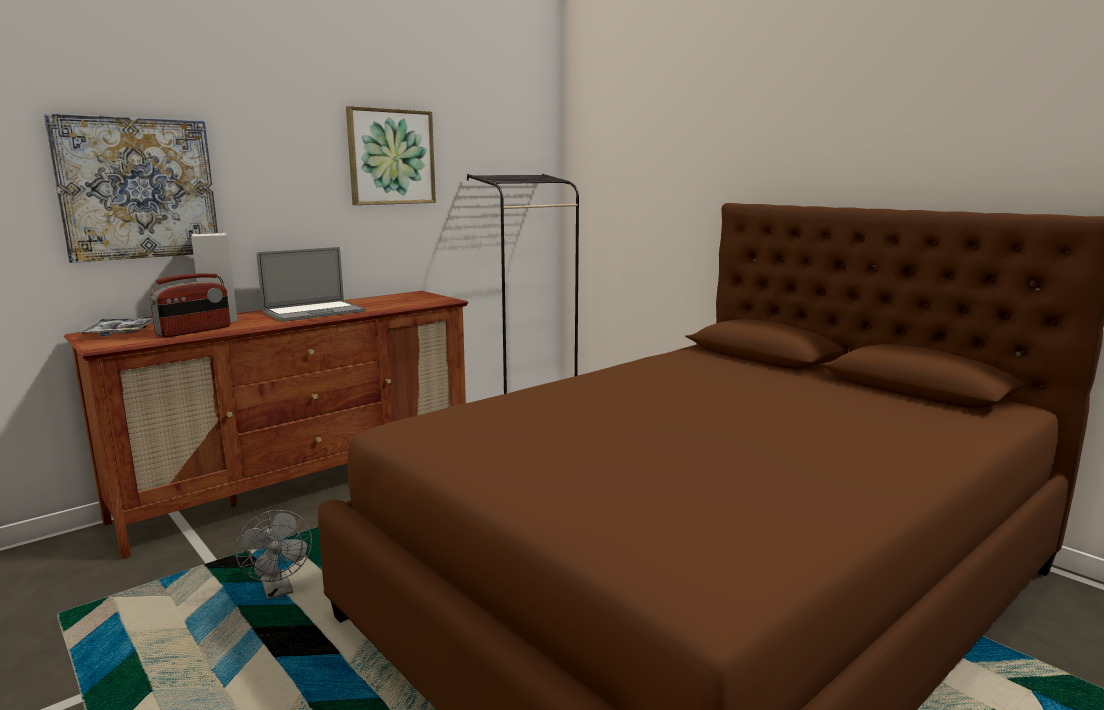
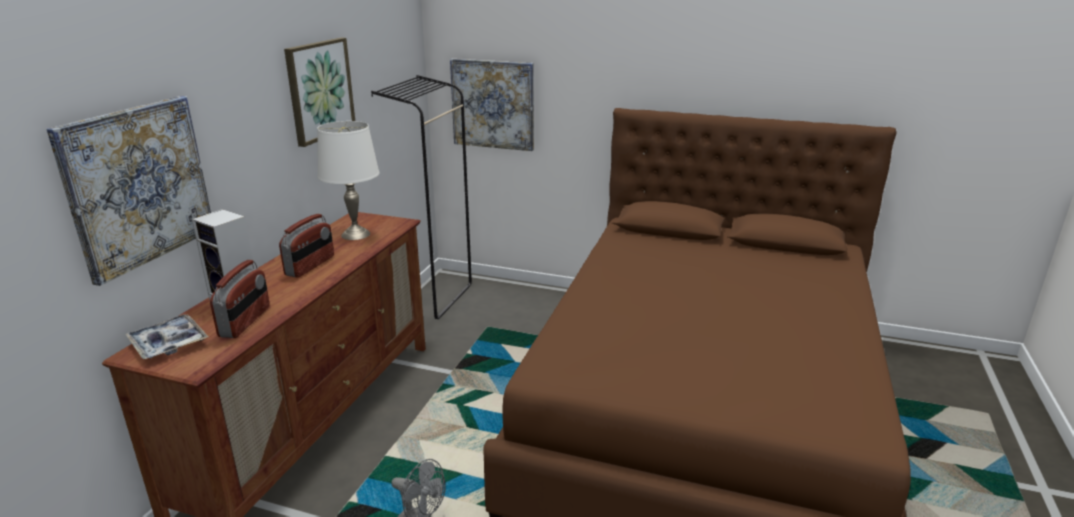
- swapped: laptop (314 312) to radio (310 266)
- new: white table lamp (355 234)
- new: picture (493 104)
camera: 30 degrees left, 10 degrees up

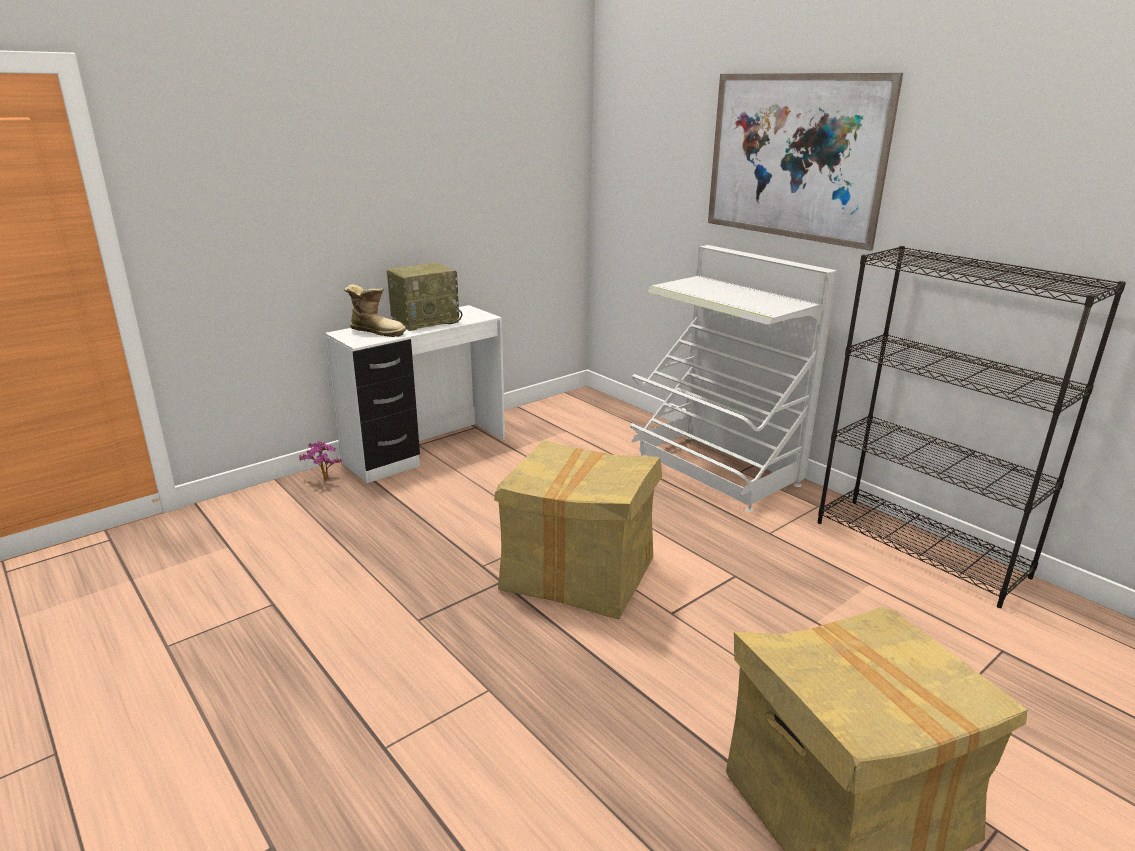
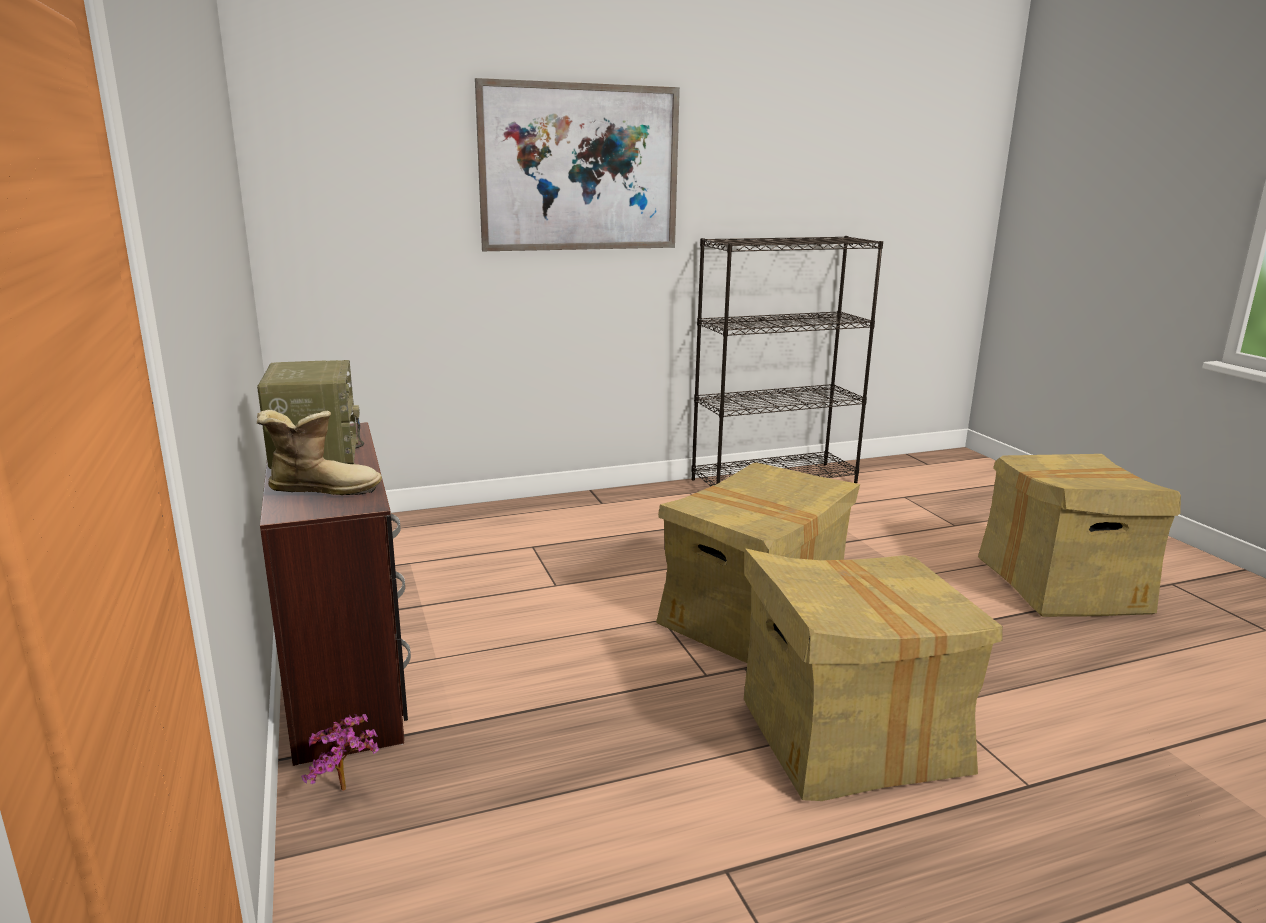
- rotated: boot (377 331) = (322 489) 45 degrees clockwise
- repainted: white desk (427 451) to brown desk (348 673)
- new: cardboard box (850 737)
- gone: white shoe rack (712 472)
camera: 70 degrees left, 5 degrees down

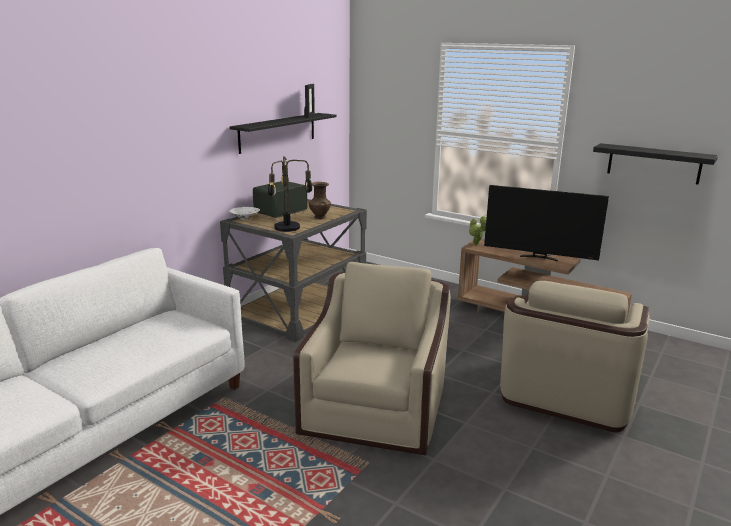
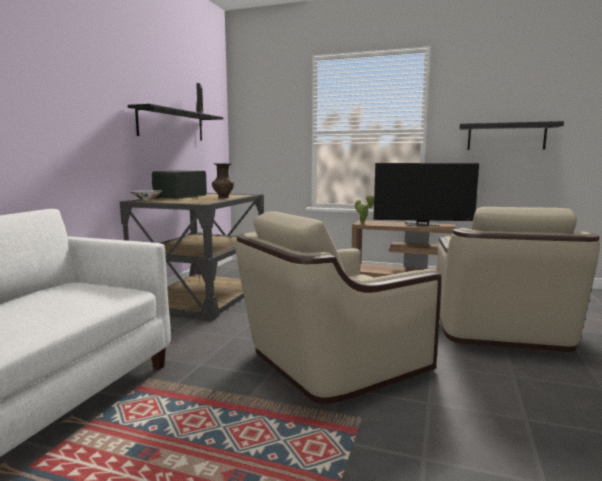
- rotated: beige armchair (376 405) = (330 362) 120 degrees counterclockwise
- gone: table lamp (287 228)
camera: 15 degrees left, 10 degrees down

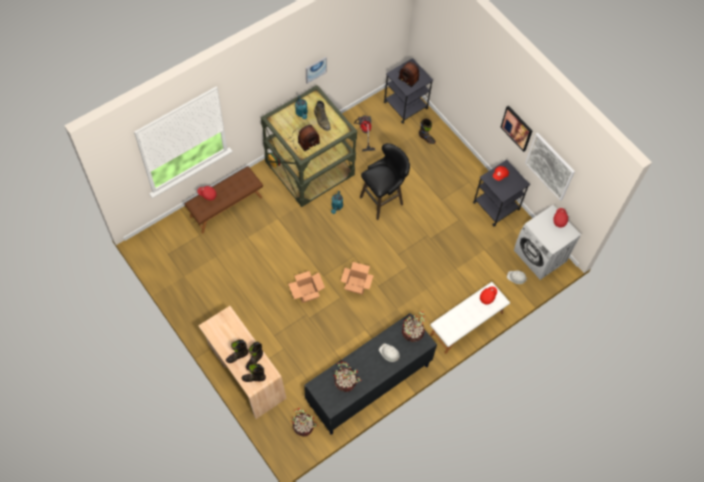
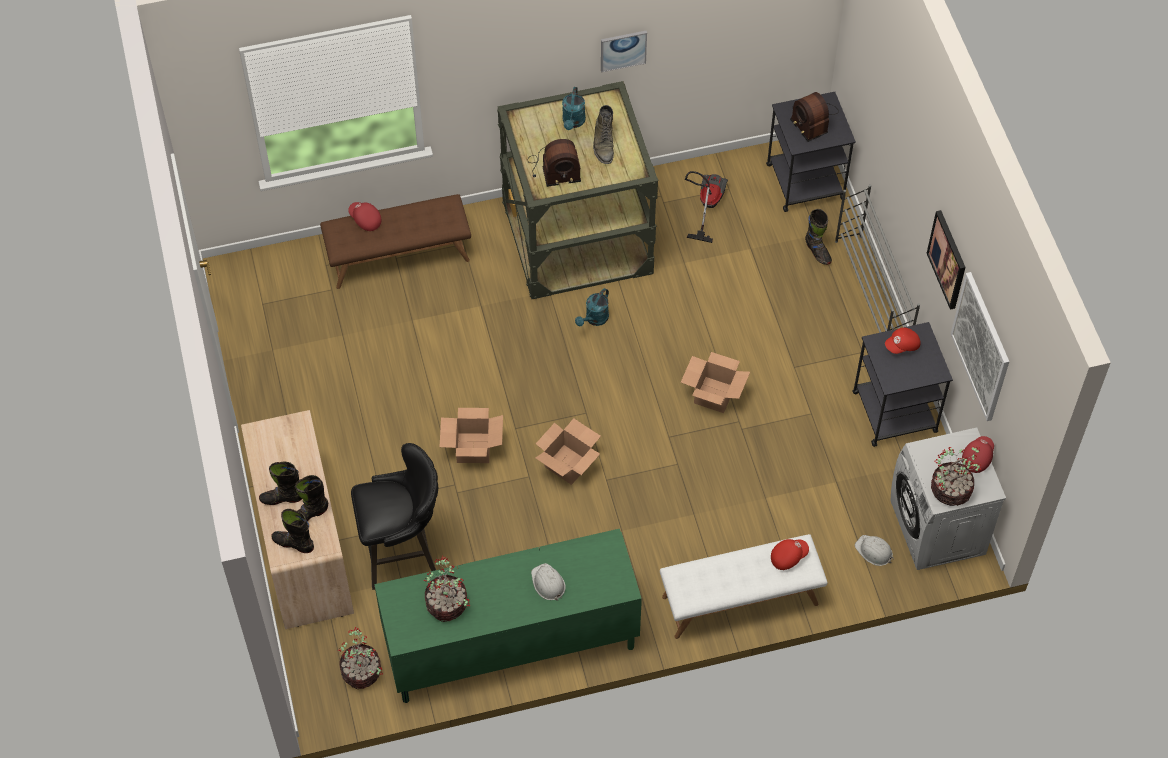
- shifted: black stool (383 200) to (404 554)
- repainted: black cabinet (368 384) to green cabinet (510 641)
- new: cardboard box (714 395)
- new: grey shoe rack (871 297)
- shifted: potted plant (413 332) to (952 489)
camera: 25 degrees right, 5 degrees down

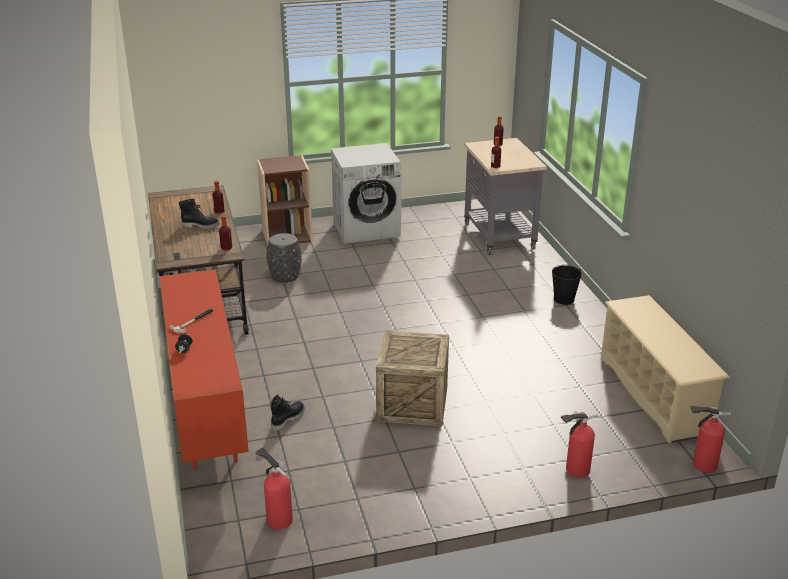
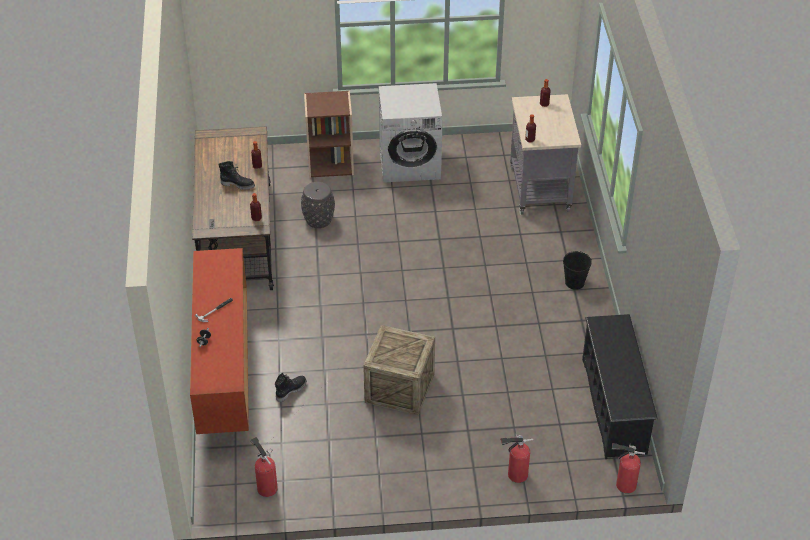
- repainted: beige shoe rack (654 394) to black shoe rack (614 406)
camera: 10 degrees right, 15 degrees up

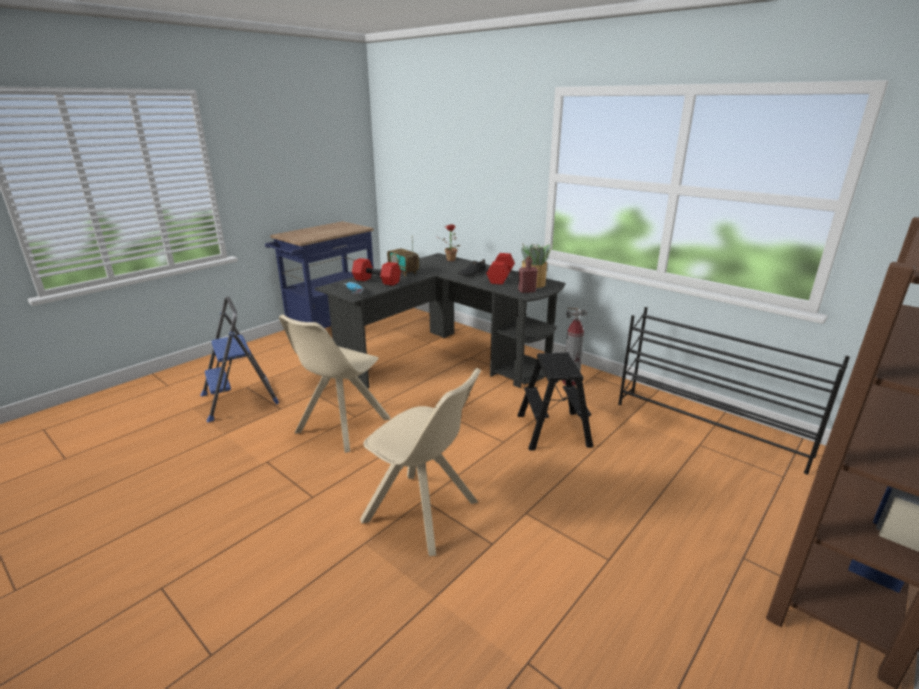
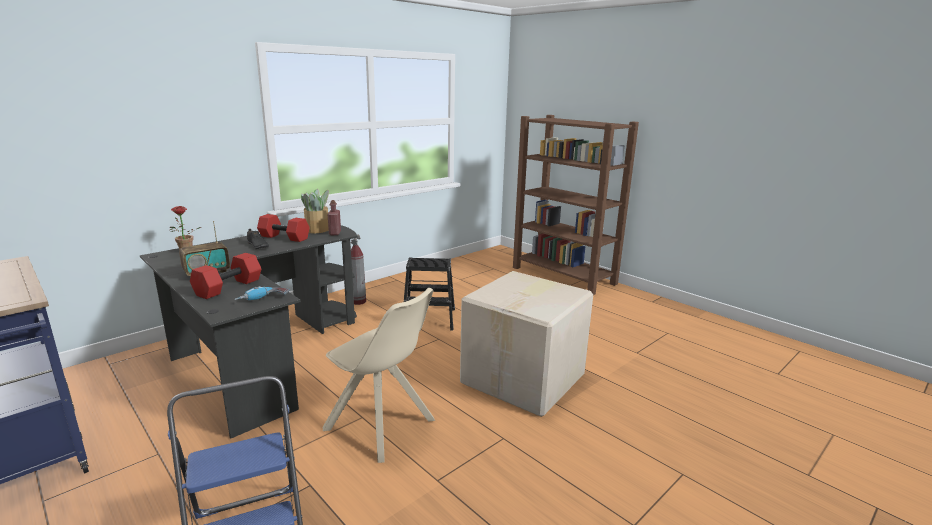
- swapped: beige chair (423 513) to cardboard box (525 379)
- gone: black shoe rack (709 429)
camera: 85 degrees left, 5 degrees down

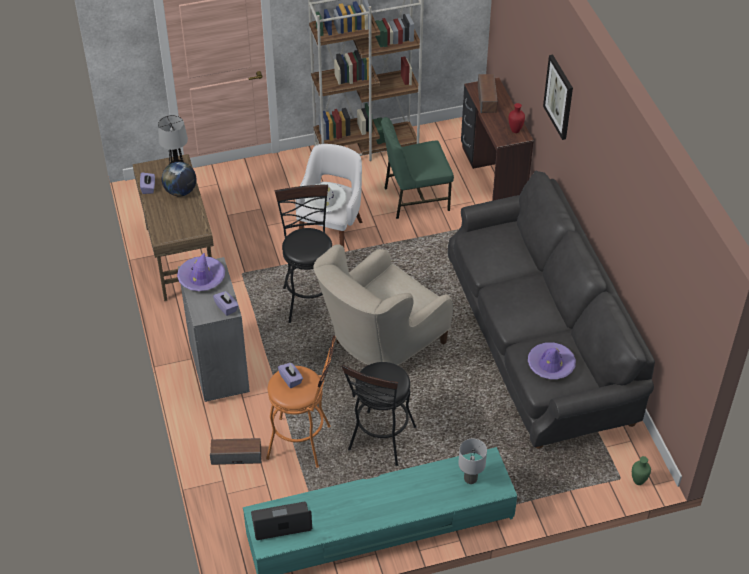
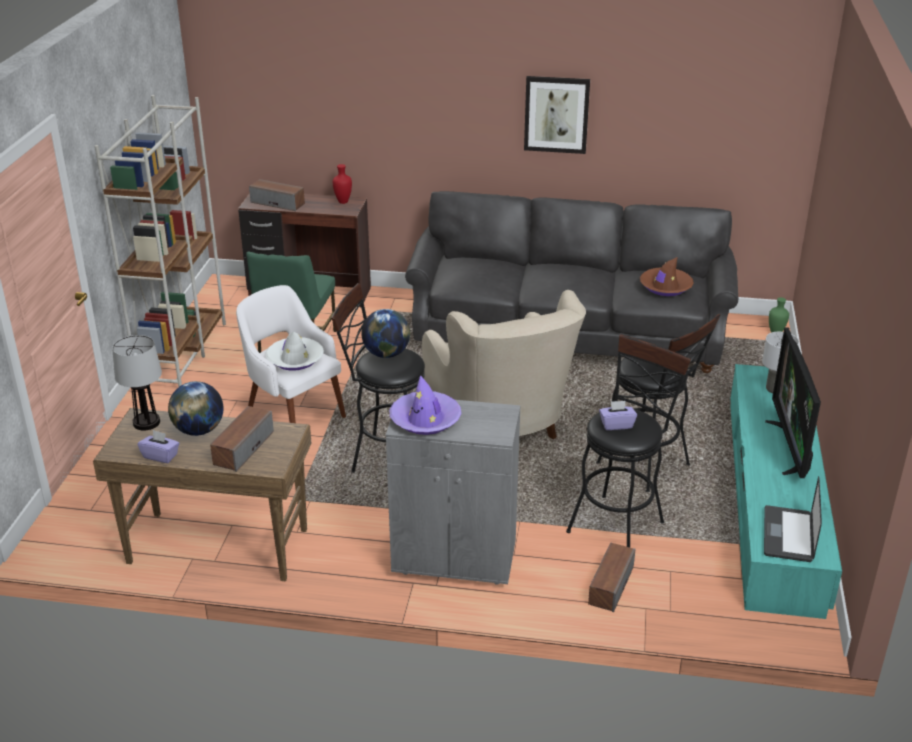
- new: speaker (243 448)
- new: globe (386 354)
- shifted: picture (559 97) to (556 114)
- repainted: orange stool (305 443) to black stool (619 522)
- repainted: purple hat (551 364) to brown hat (665 287)
- new: television (791 447)
- gone: purple tissue box (226 308)
camera: 65 degrees left, 15 degrees down

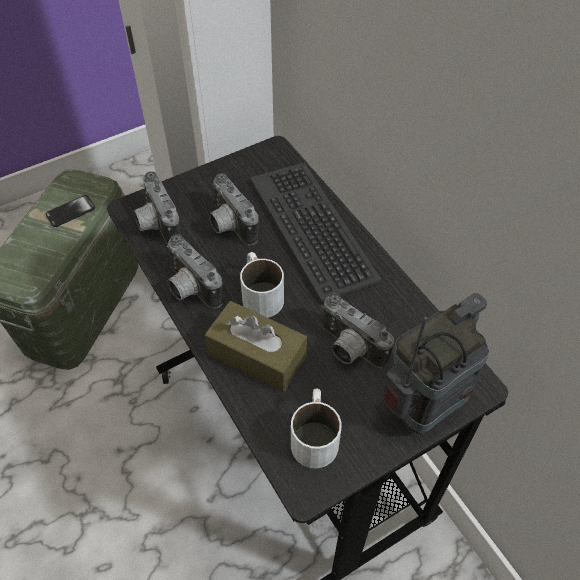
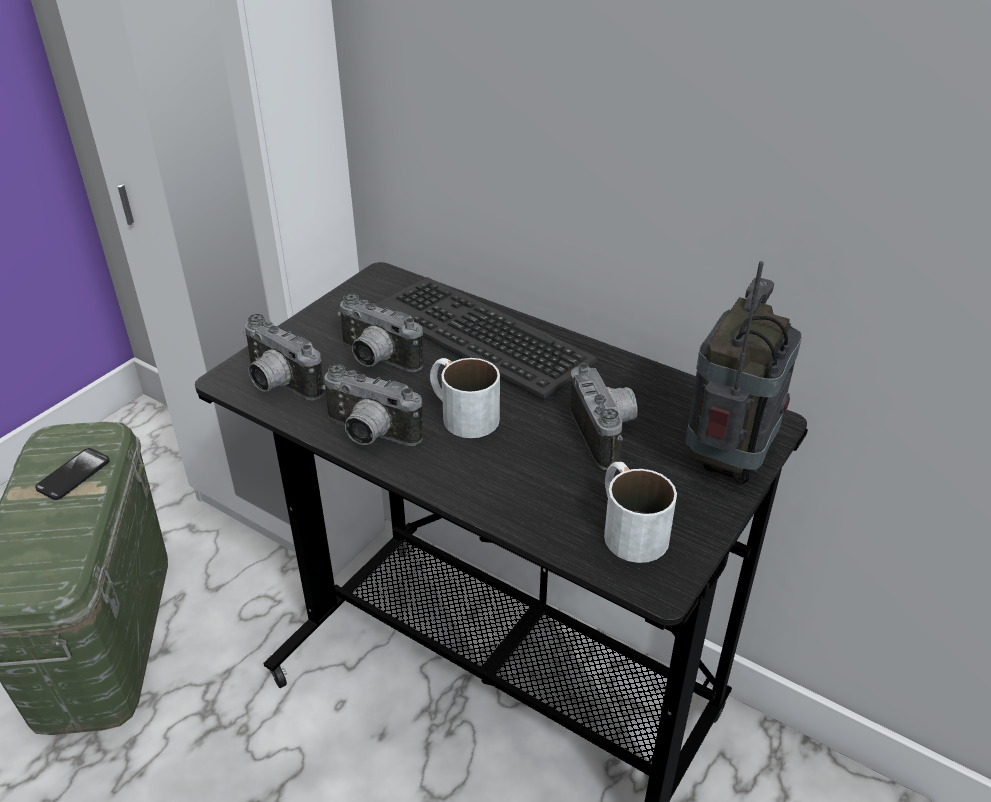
- rotated: photo camera (348 349) = (606 434) 120 degrees counterclockwise
- gone: brown tissue box (257 356)
camera: 25 degrees left, 15 degrees down

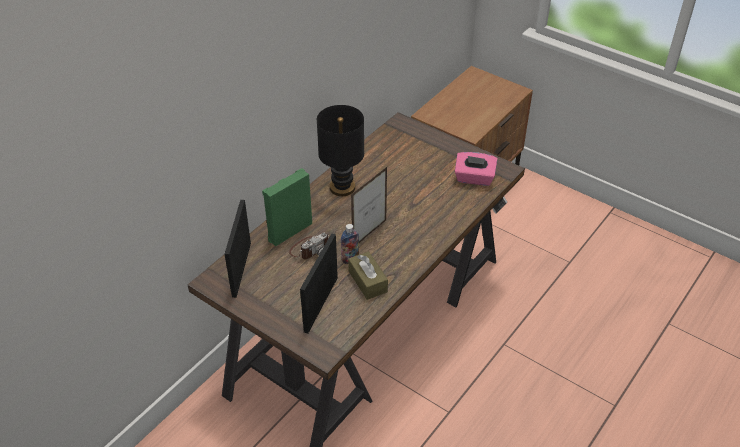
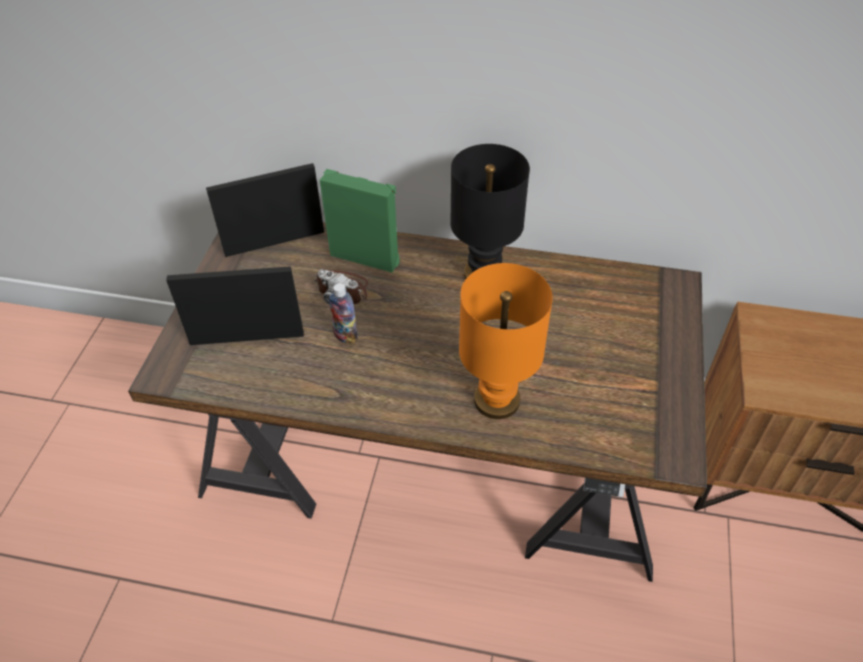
- new: orange table lamp (498 400)
- gone: brown tissue box (367 281)
- gone: picture frame (369 234)
- gone: pink tissue box (474 178)
camera: 65 degrees right, 5 degrees up

